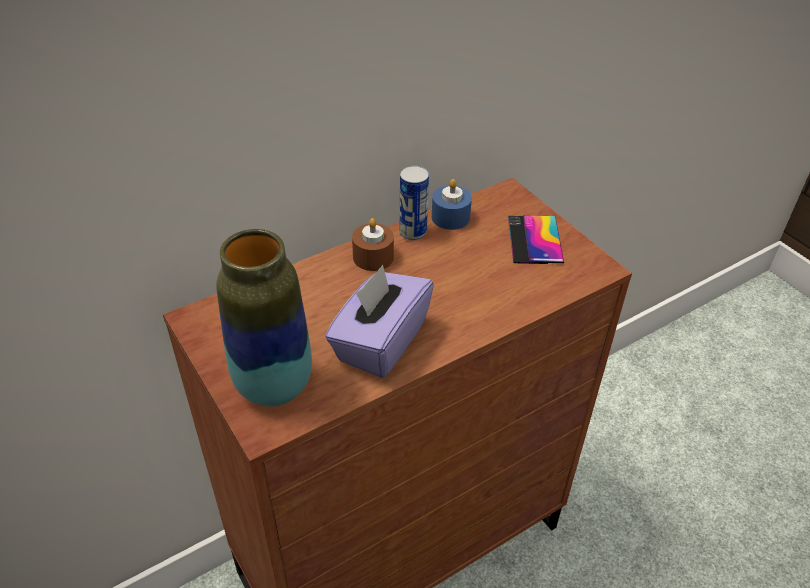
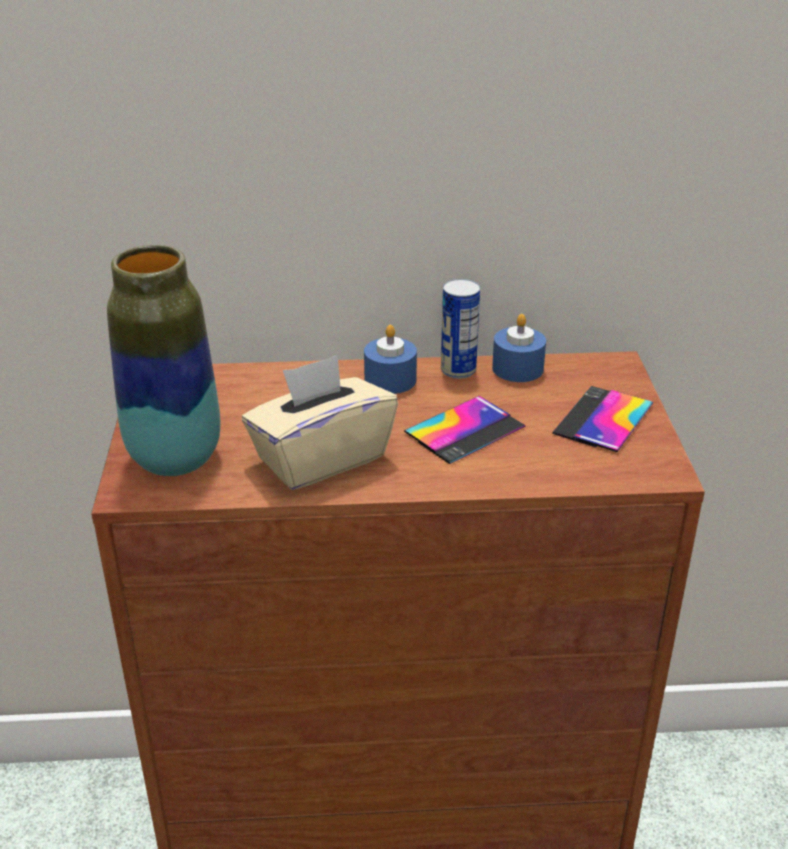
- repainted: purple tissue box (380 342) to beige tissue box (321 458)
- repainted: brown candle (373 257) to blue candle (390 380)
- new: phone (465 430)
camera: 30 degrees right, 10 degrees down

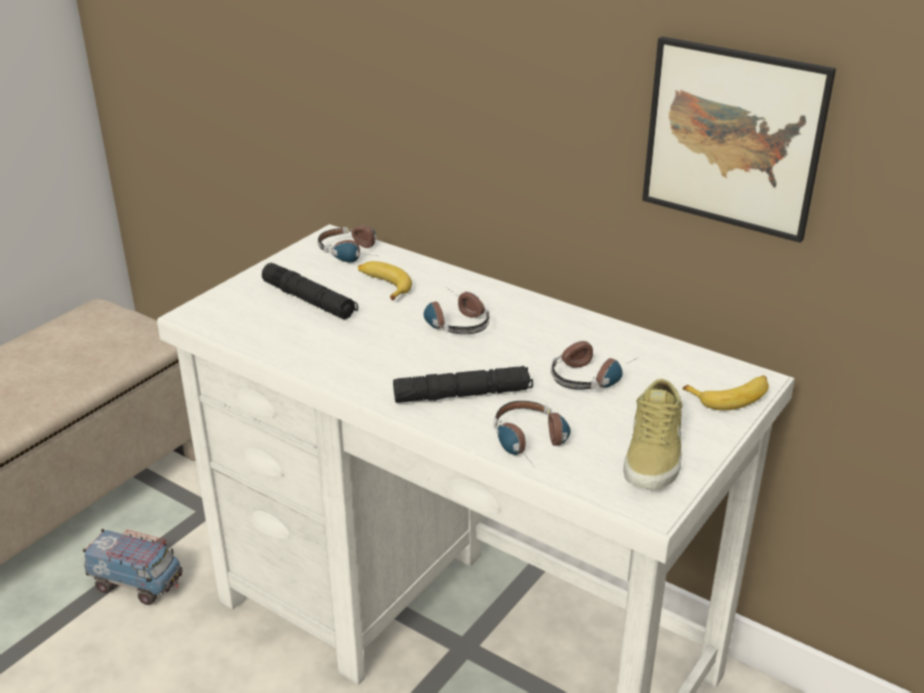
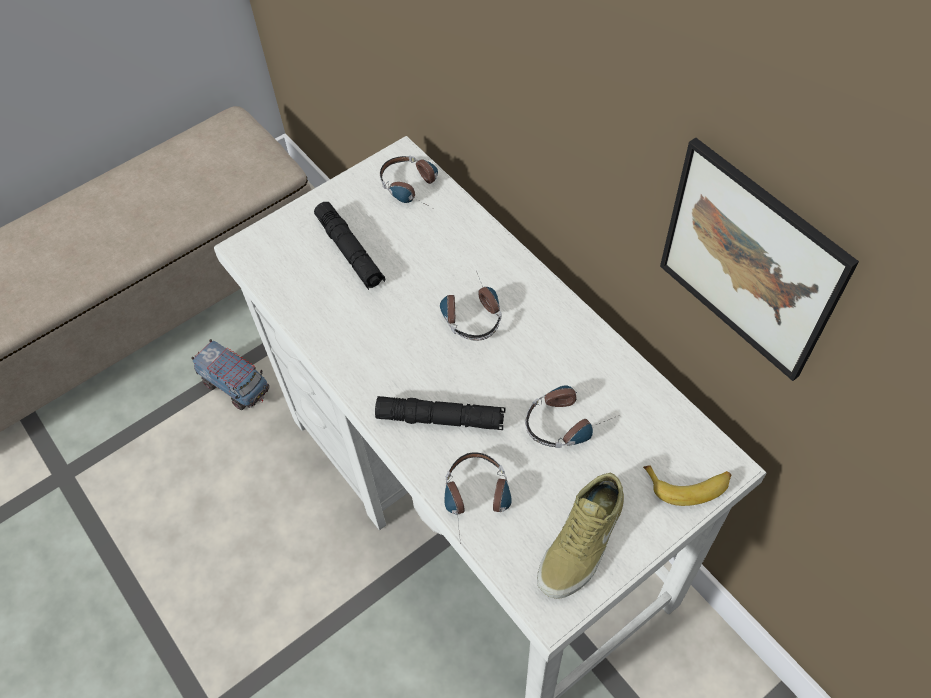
- gone: banana (383 285)
camera: 20 degrees right, 25 degrees up

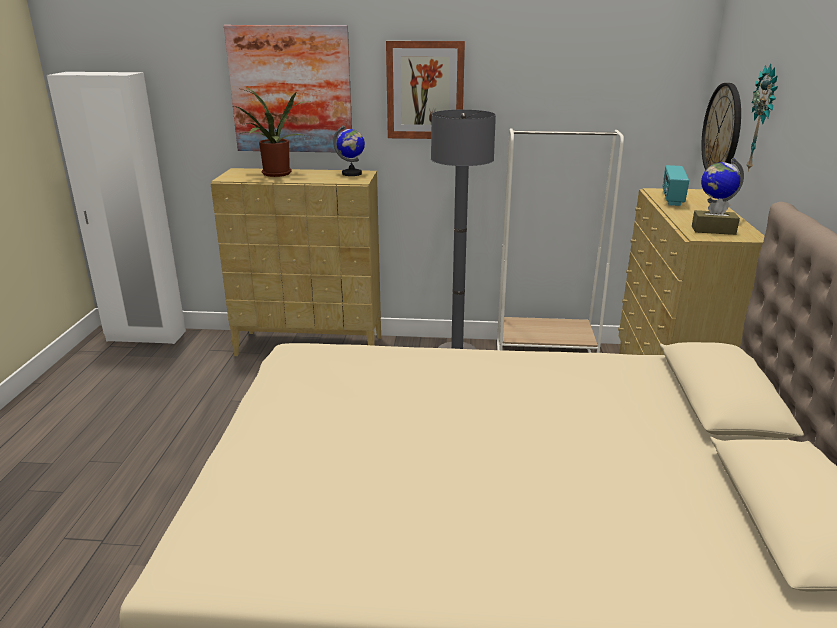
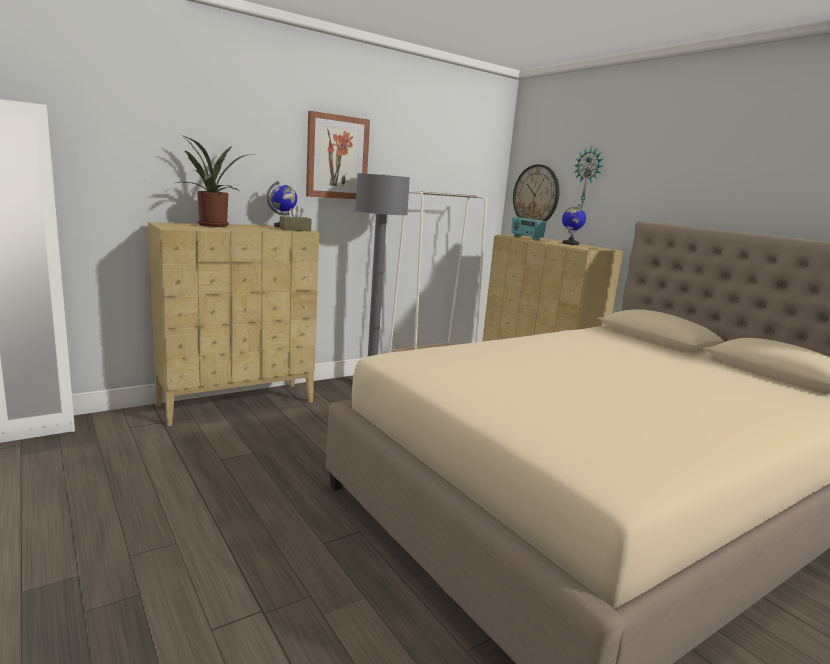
- shifted: brown tissue box (713 230) to (295 230)
- gone: picture (291 90)
camera: 40 degrees left, 10 degrees down

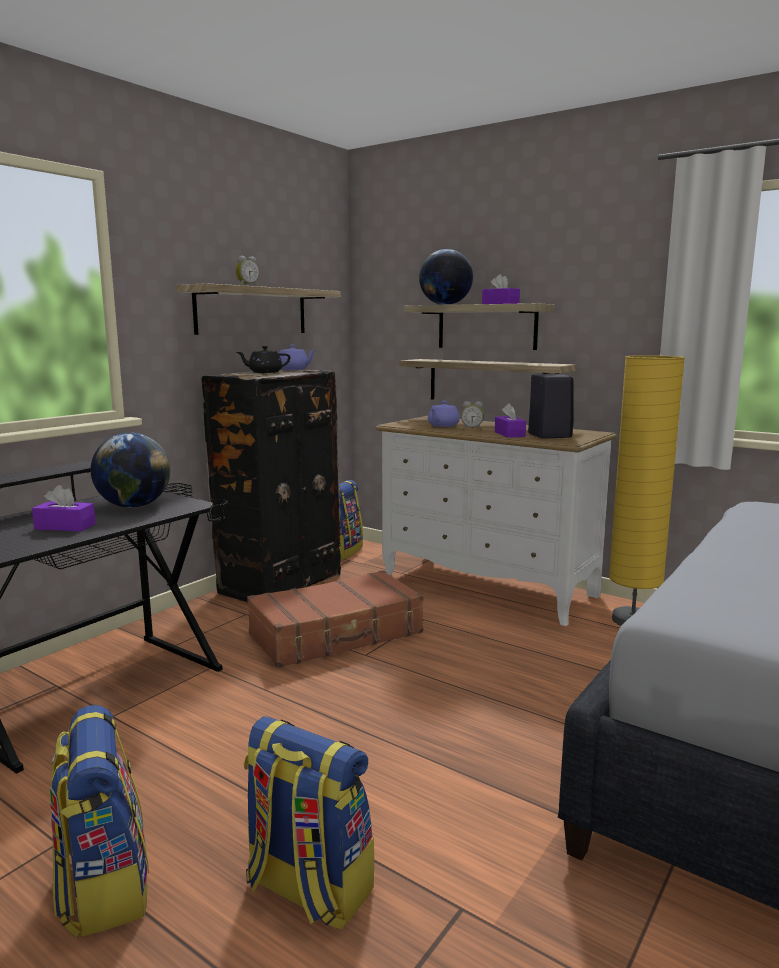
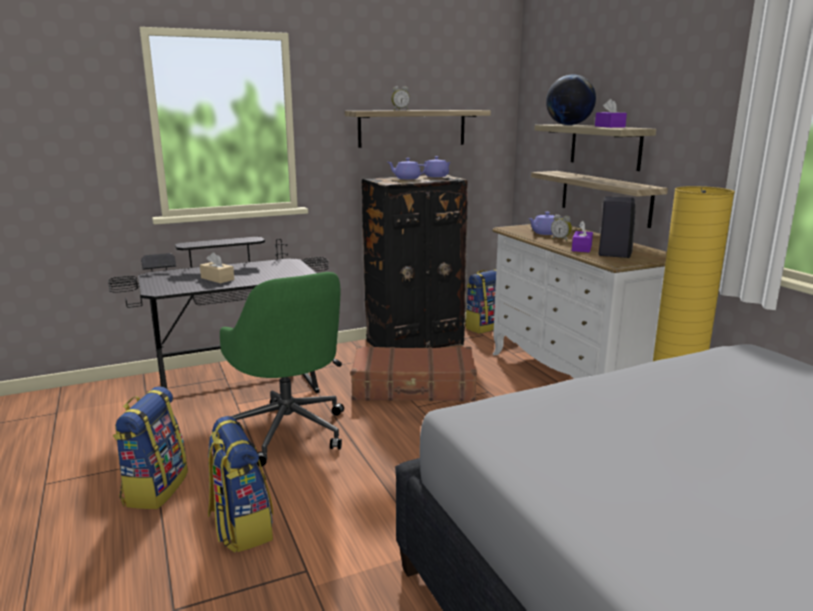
- repainted: purple tissue box (65 526) to beige tissue box (217 279)
- new: green office chair (289 432)
- repainted: black teapot (264 372) to purple teapot (407 178)
- gone: globe (133 506)
camera: 30 degrees right, 5 degrees up

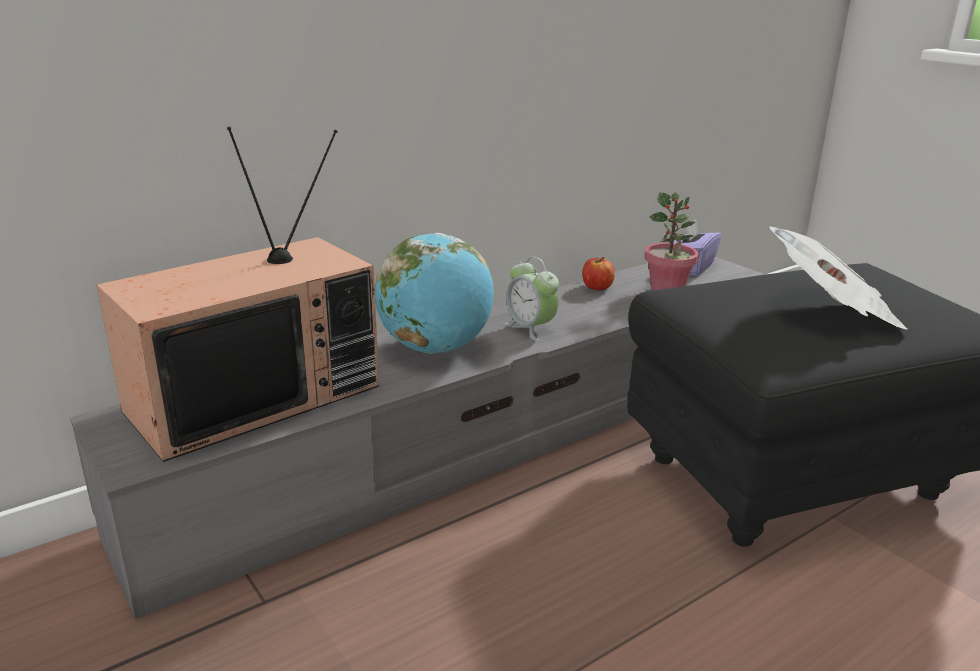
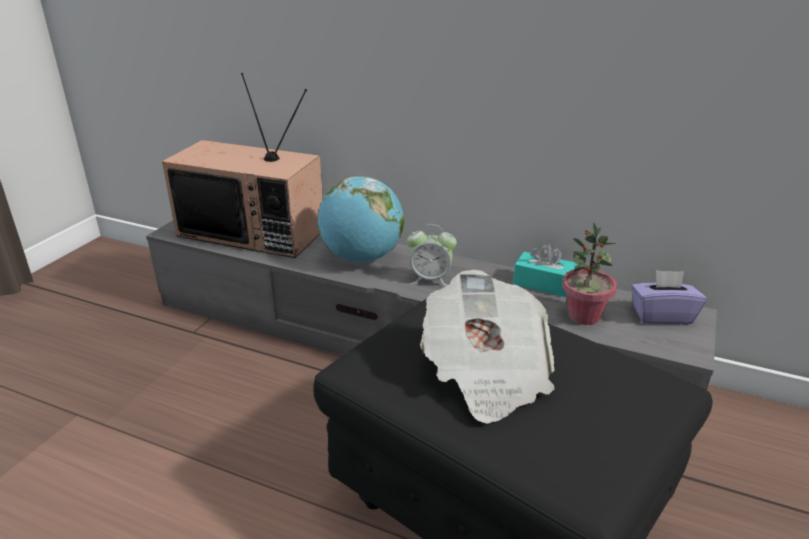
- rotated: alarm clock (530 328) = (430 279) 105 degrees counterclockwise
- swapped: apple (597 287) to turquoise tissue box (543 284)
camera: 60 degrees right, 5 degrees up

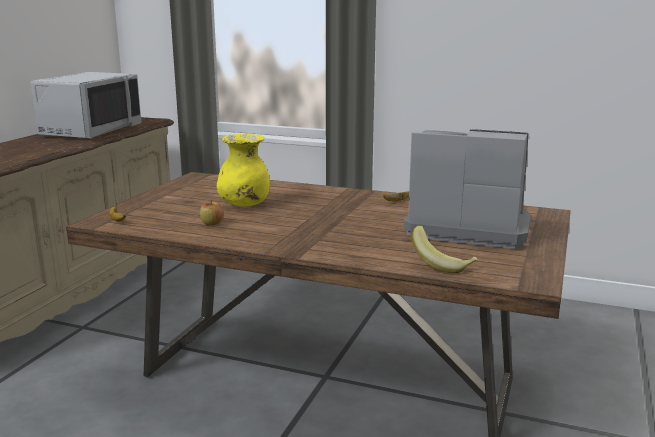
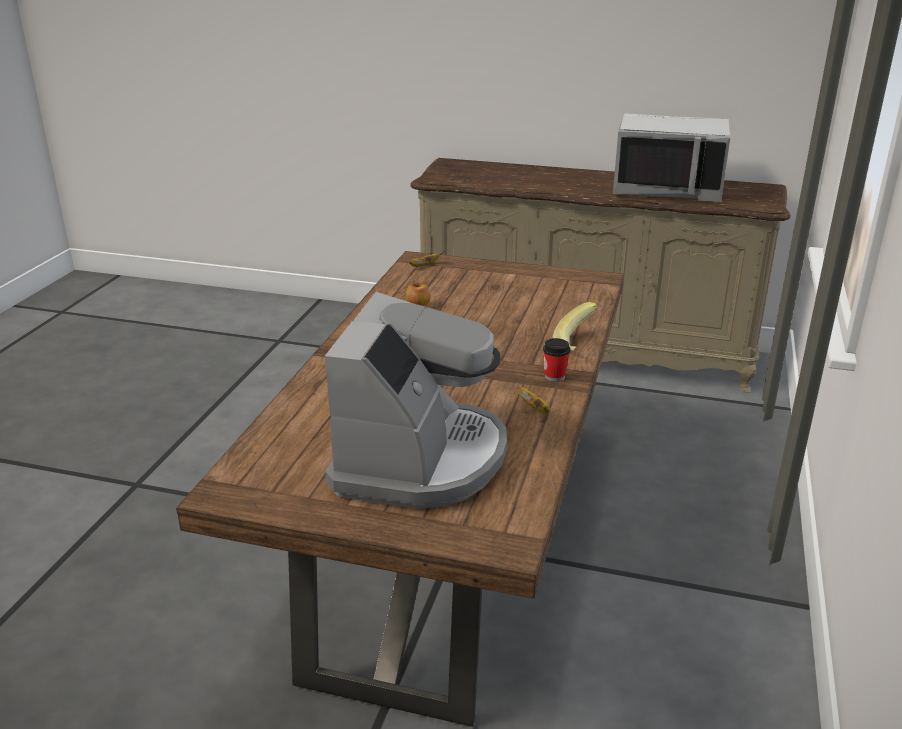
- new: cup (554 376)
- shifted: banana (443 265) to (577 344)
- gone: yellow vase (244 205)
camera: 85 degrees right, 10 degrees up

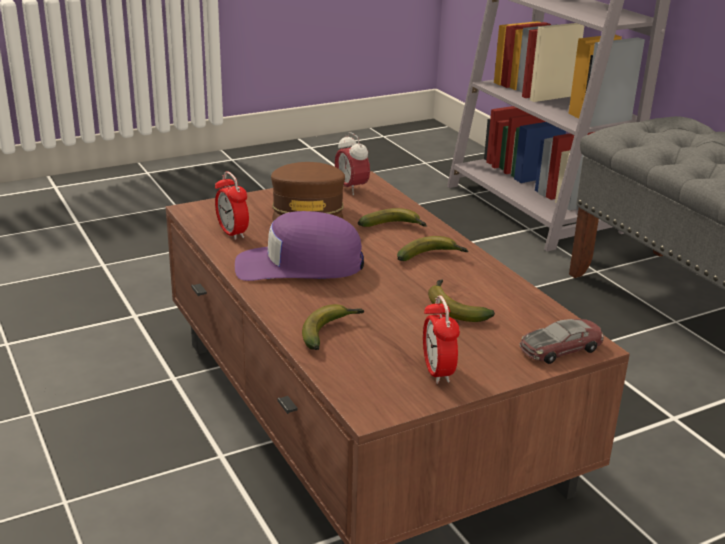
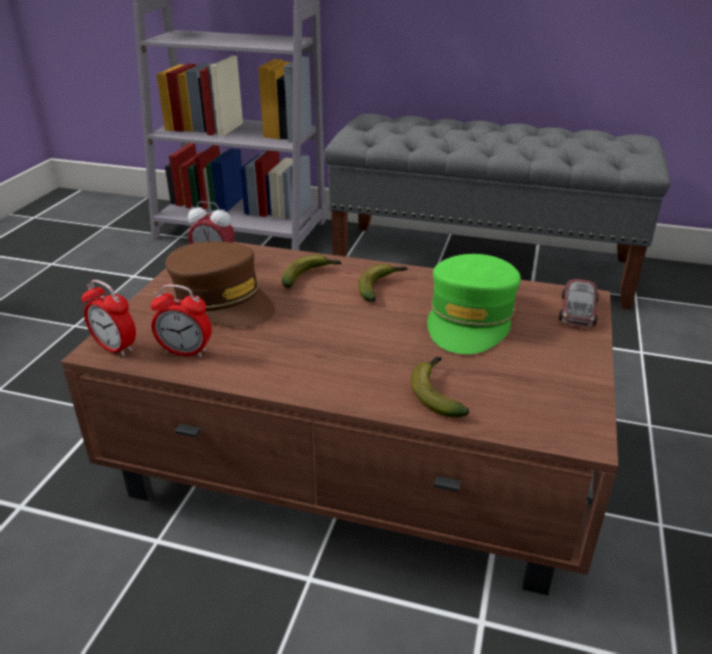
- shifted: alarm clock (437 372) to (115 348)
- swapped: banana (454 308) to green cap (470 319)
- gone: purple cap (299 265)
camera: 45 degrees left, 5 degrees up

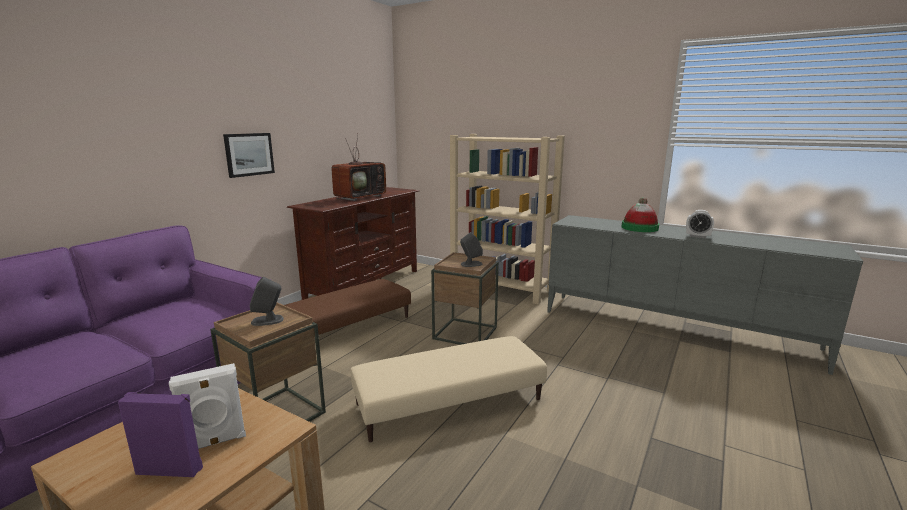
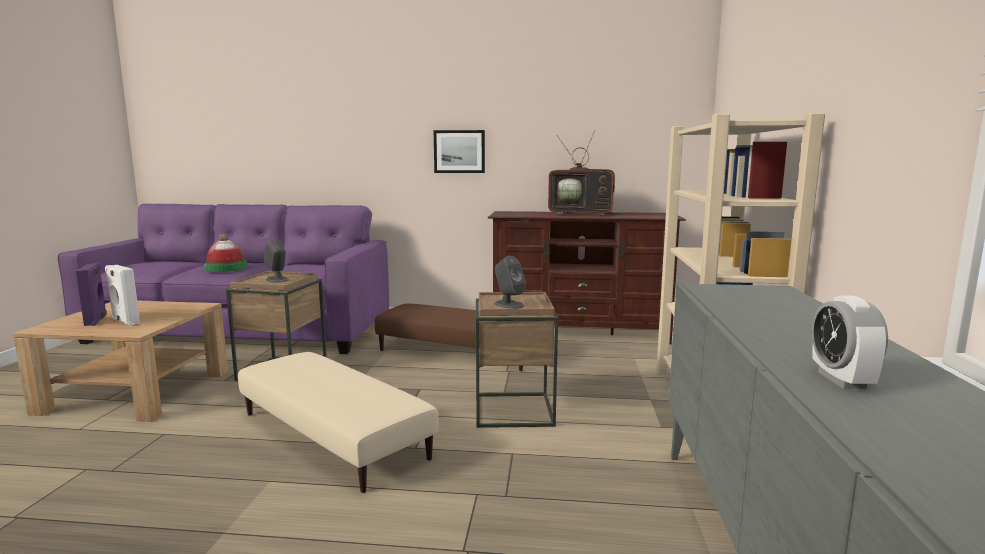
- shifted: hat (639 228) to (226 268)
camera: 65 degrees right, 5 degrees down

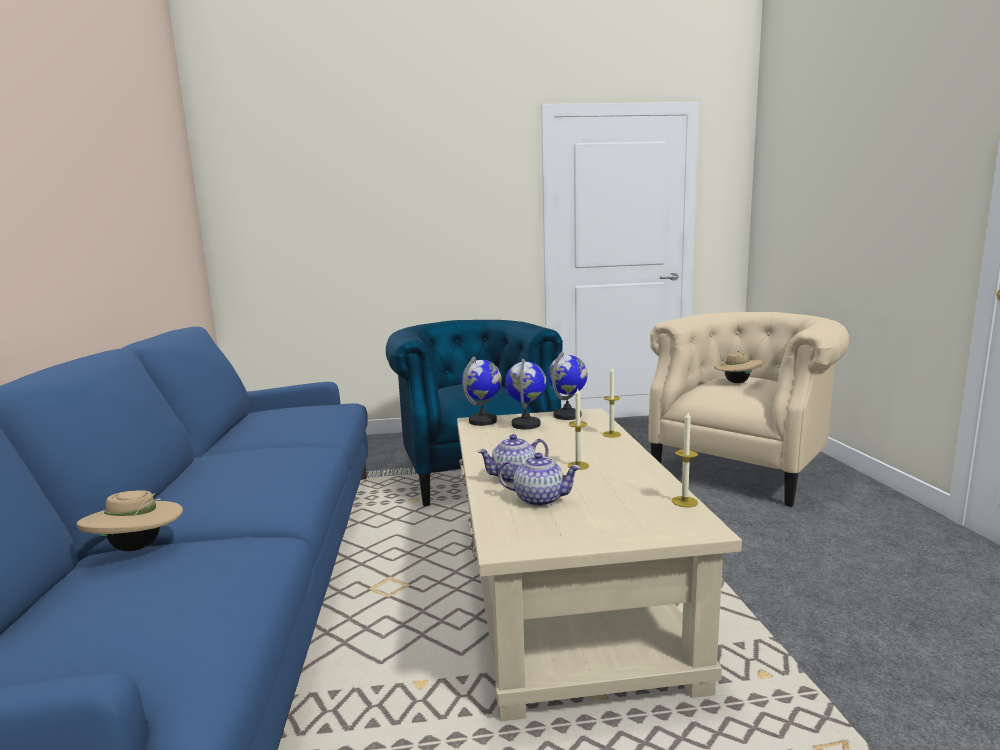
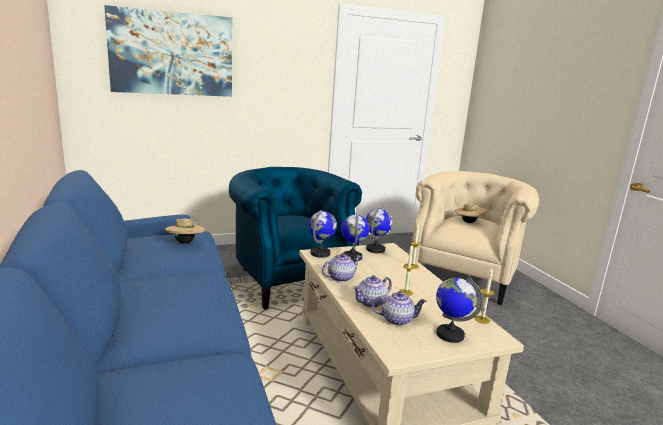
- new: picture (172 54)
- shifted: beige hat (138 548) to (185 242)
- new: teapot (340 278)
- new: globe (450 334)
camera: 15 degrees left, 5 degrees up

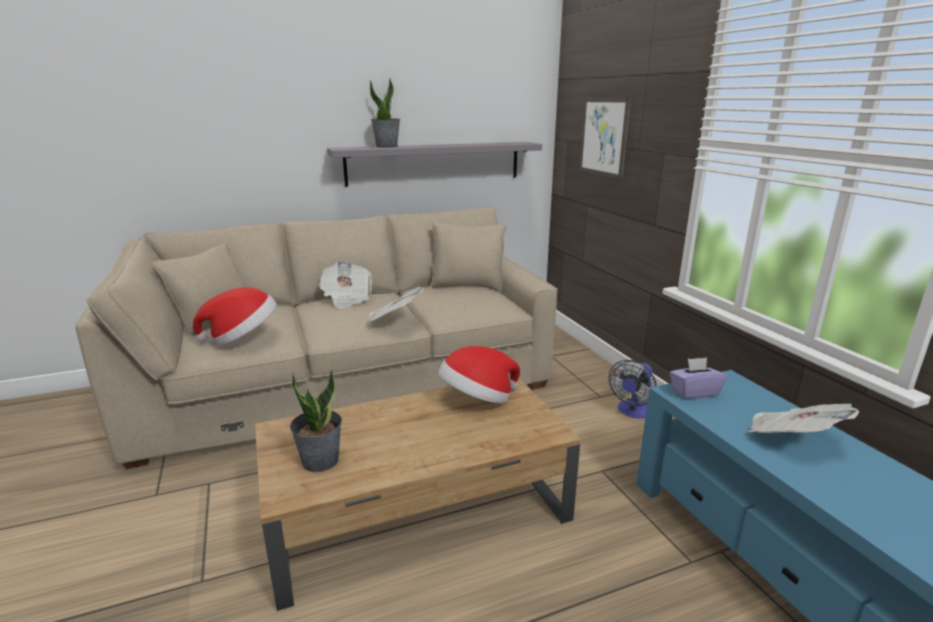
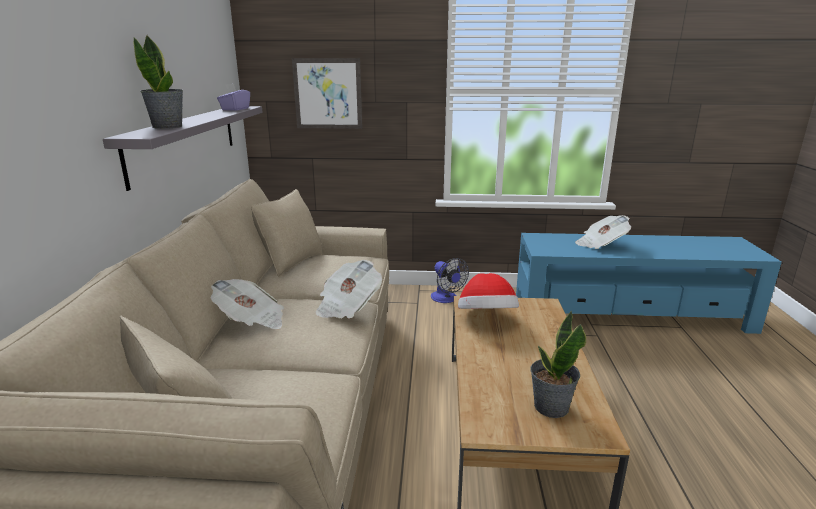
- shifted: purple tissue box (694 392) to (235 109)
- gone: hat (242 337)
camera: 65 degrees left, 0 degrees up

